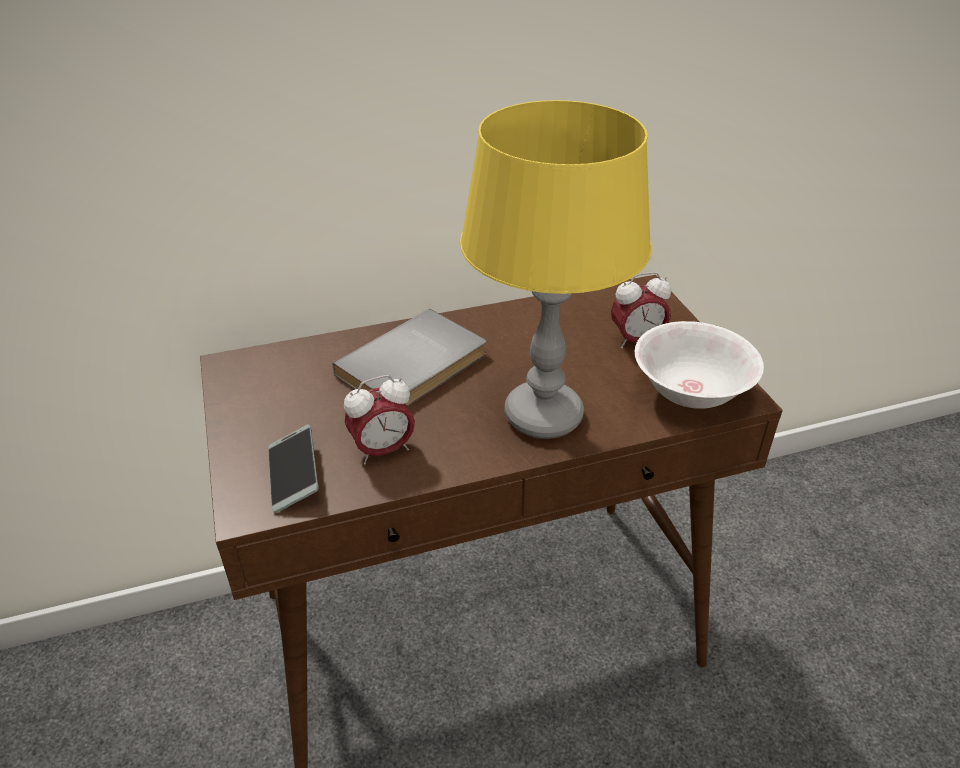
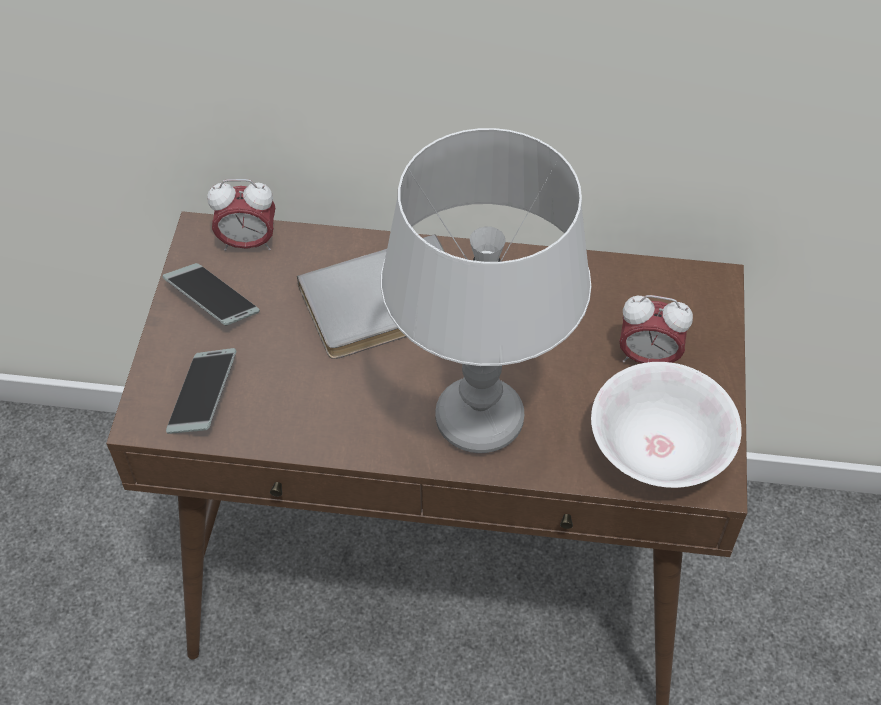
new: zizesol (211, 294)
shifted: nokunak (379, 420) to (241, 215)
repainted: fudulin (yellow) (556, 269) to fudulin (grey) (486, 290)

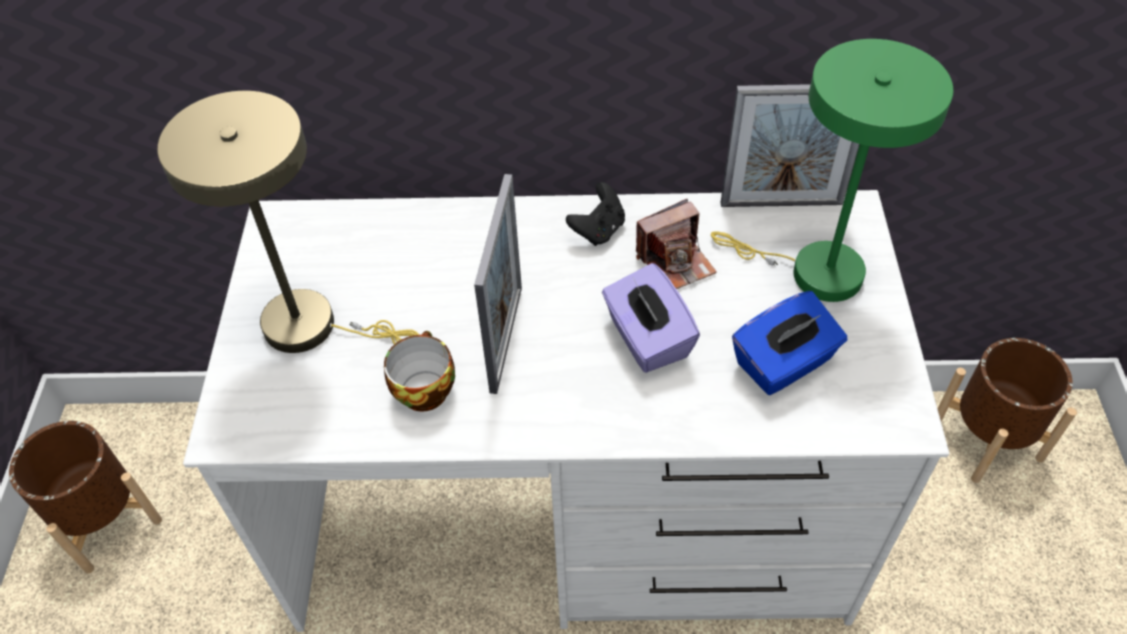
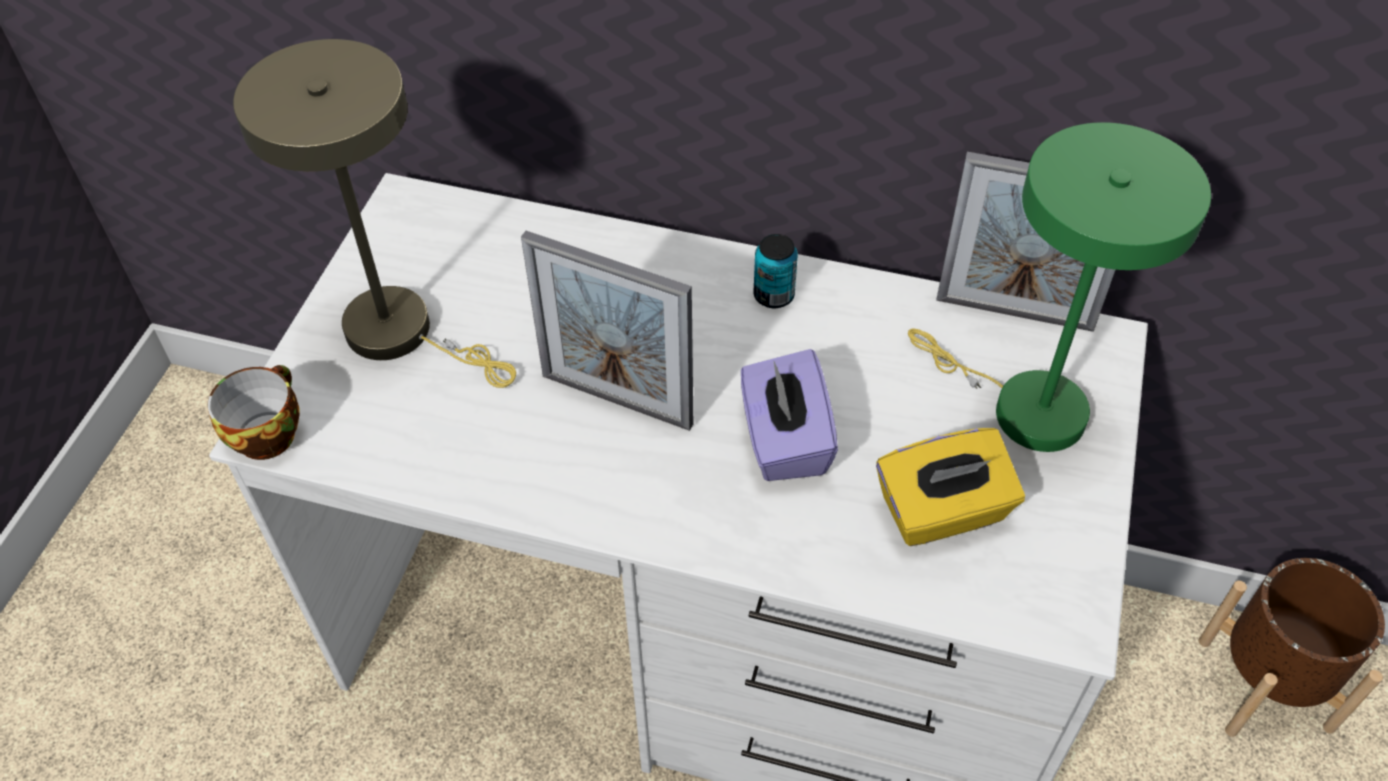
gone: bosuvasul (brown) (85, 497); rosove (676, 244)
shifted: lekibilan (419, 371) to (254, 412)
swapped: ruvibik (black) (595, 214) to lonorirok (775, 271)
repainted: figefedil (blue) (789, 343) to figefedil (yellow) (950, 487)
rotated: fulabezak (498, 284) = (607, 331) 90 degrees clockwise

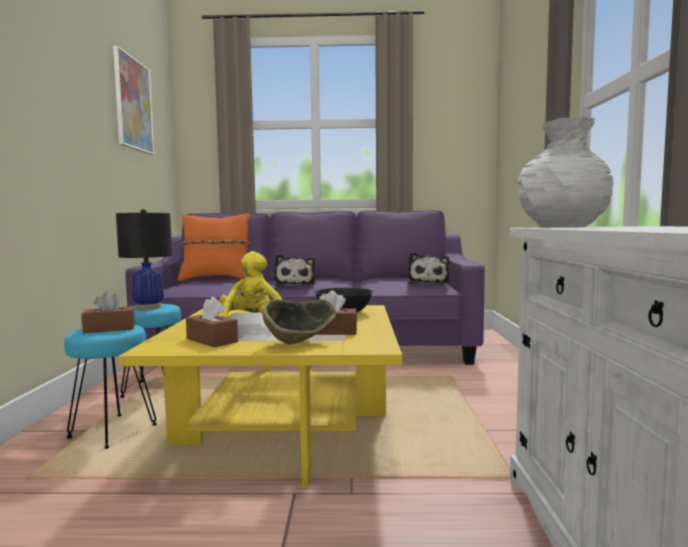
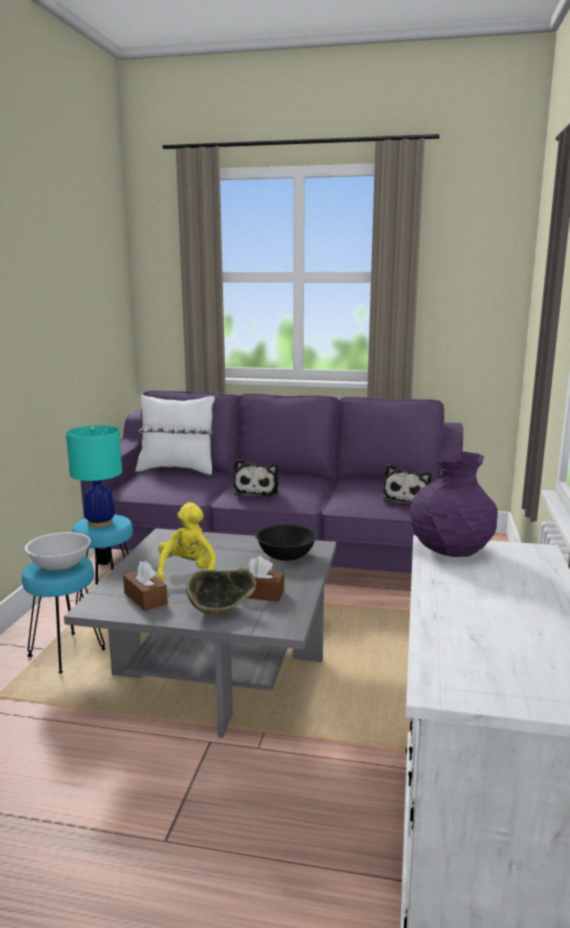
gone: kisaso (133, 100)
swapped: figefedil (brown) (108, 312) to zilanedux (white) (58, 551)
repainted: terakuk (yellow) (260, 396) to terakuk (grey) (200, 633); fudulin (black) (144, 259) to fudulin (turquoise) (94, 477); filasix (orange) (214, 247) to filasix (white) (175, 434); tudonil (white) (565, 172) to tudonil (purple) (454, 504)

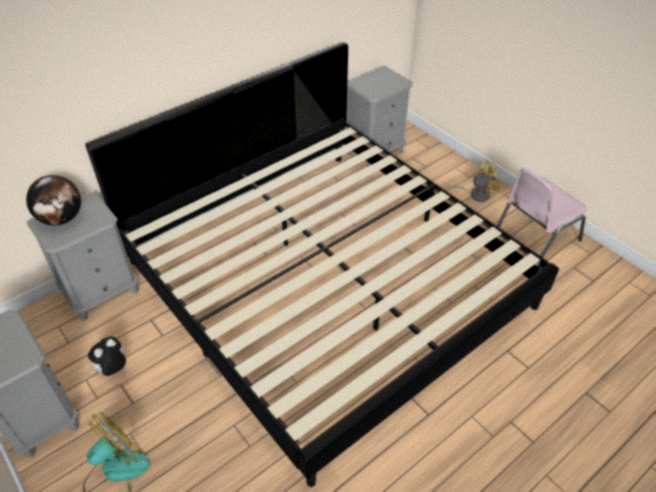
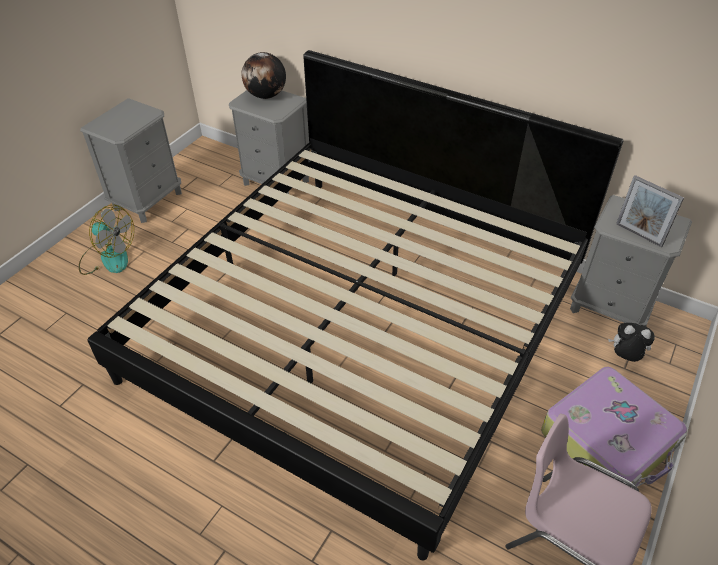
new: fulabezak (650, 211)
shifted: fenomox (107, 356) to (631, 342)
swapped: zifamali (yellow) (472, 181) to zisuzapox (614, 427)

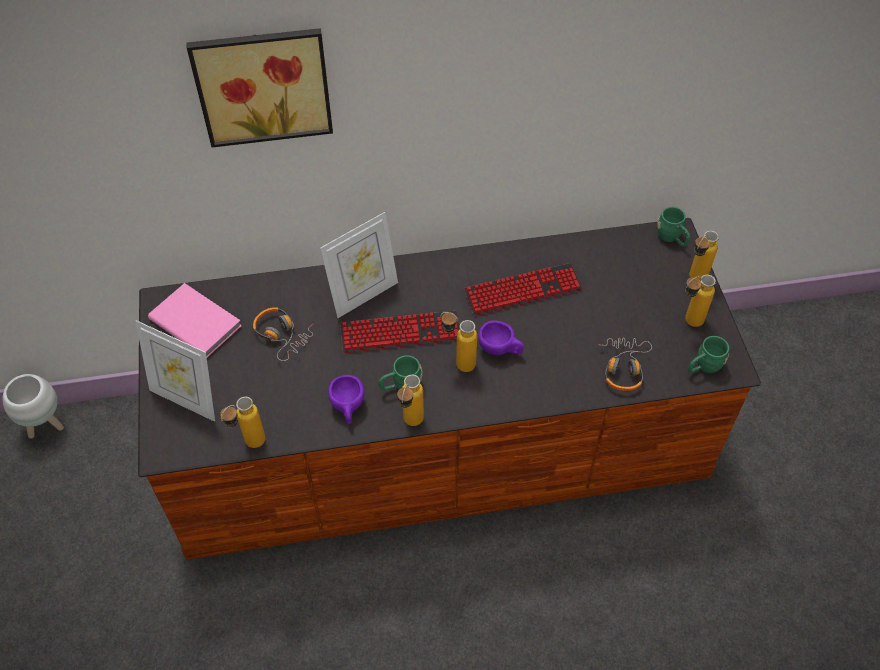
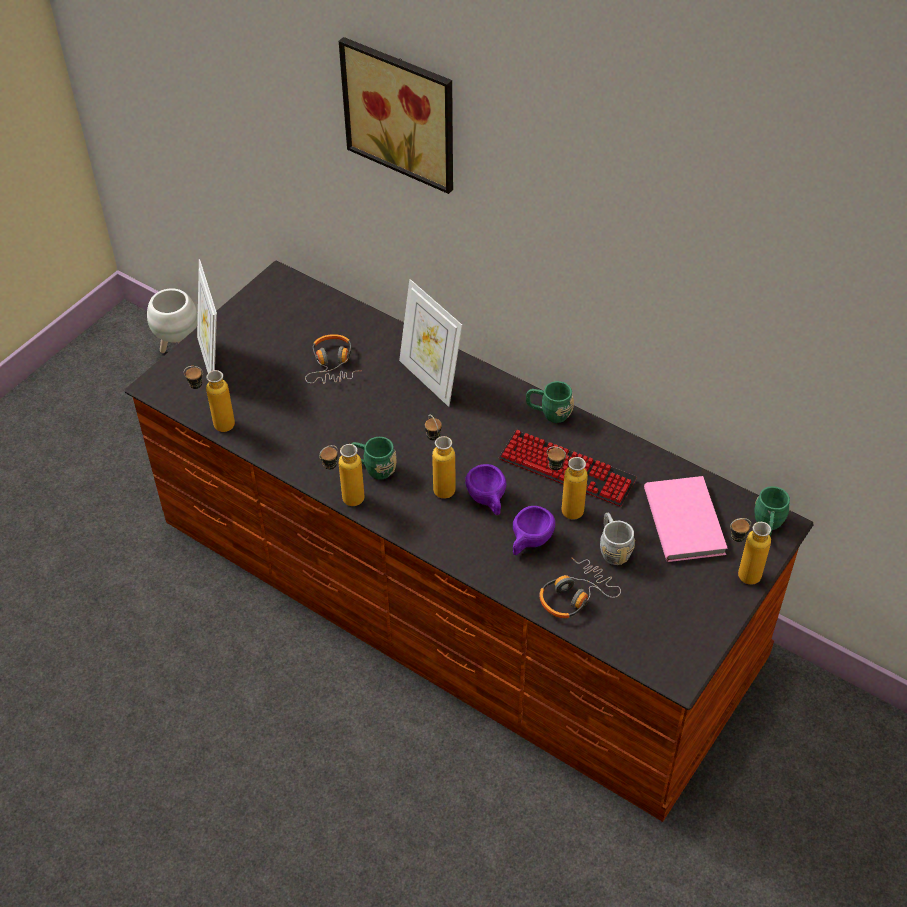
gone: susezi (400, 332)
new: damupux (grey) (617, 539)
shifted: lekibilan (purple) (346, 399) to (534, 530); damupux (green) (708, 354) to (550, 402); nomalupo (700, 301) to (567, 483); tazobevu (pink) (195, 320) to (686, 519)
rotated: fulabezak (359, 265) = (430, 343) 45 degrees clockwise

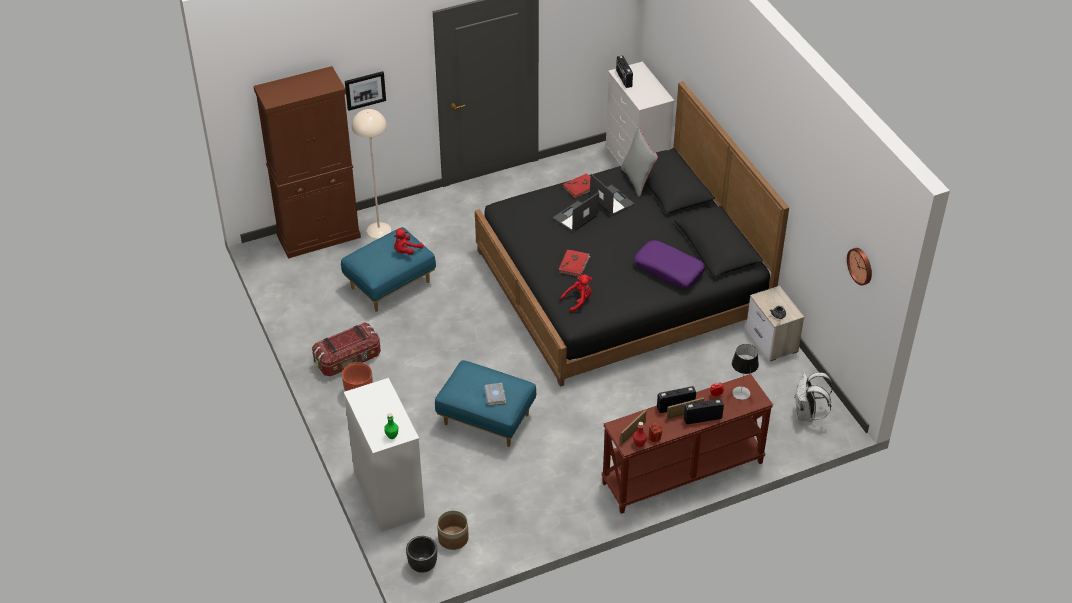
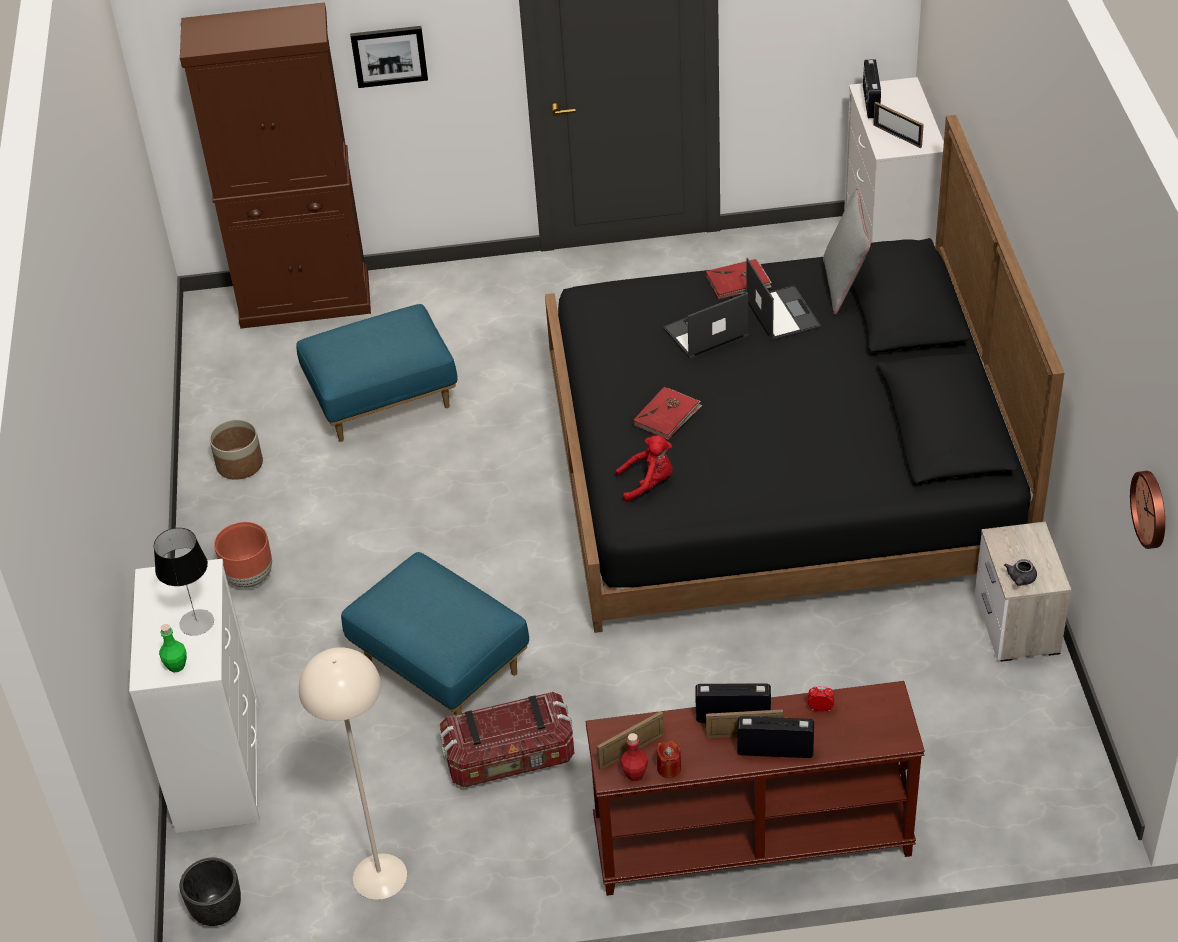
gone: fenomox (red) (408, 242); tazobevu (grey) (495, 394); filasix (purple) (669, 264); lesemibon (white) (813, 397)
new: fulabezak (898, 125)
shifted: fudulin (745, 372) to (184, 582); bosuvasul (453, 530) to (236, 449); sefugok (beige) (371, 174) to (353, 773); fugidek (346, 349) to (507, 739)

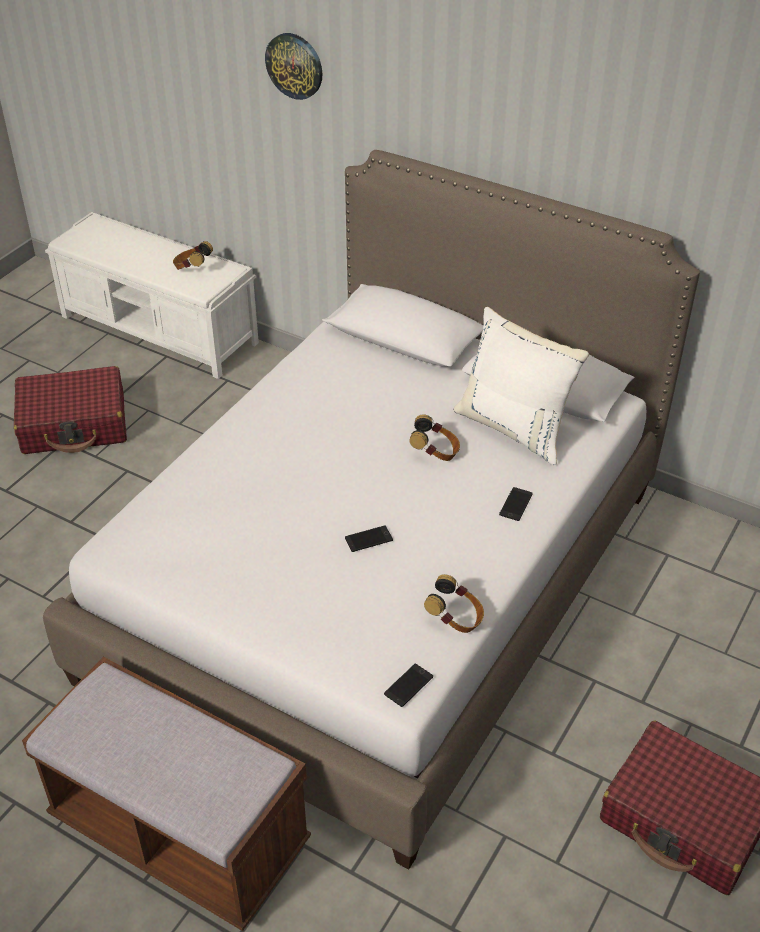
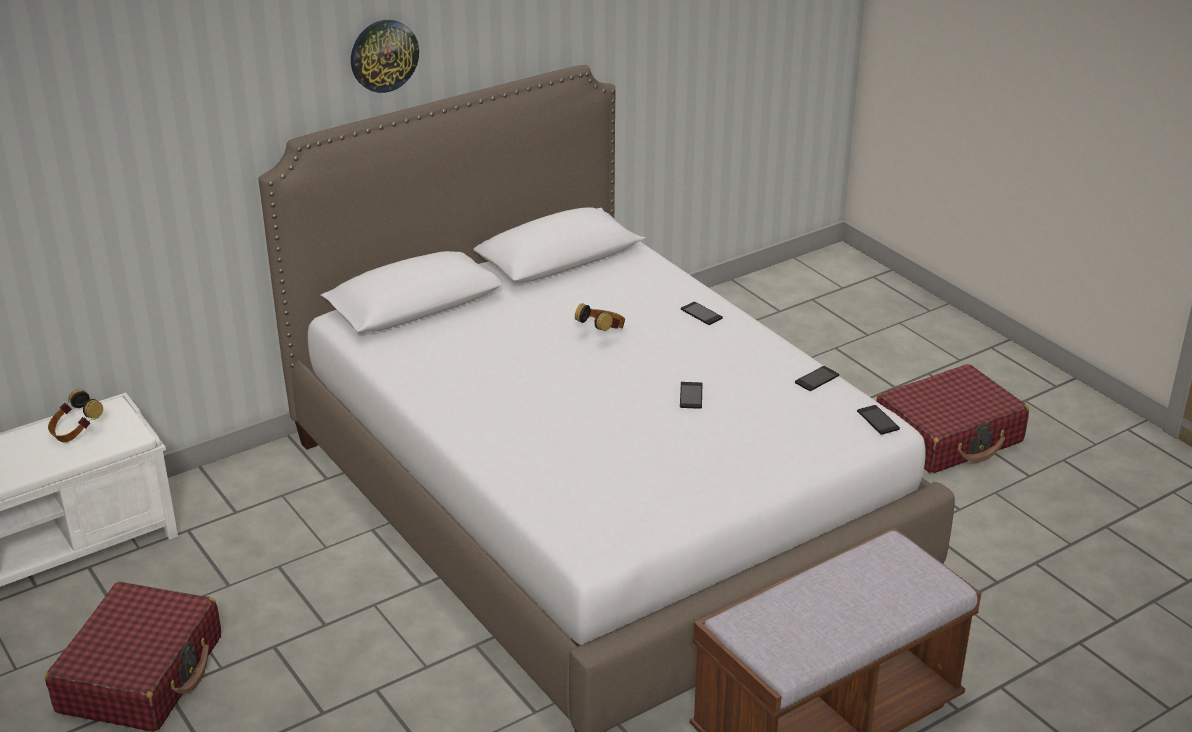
gone: filasix (white) (521, 386)
shifted: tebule (294, 66) to (385, 56)
swapped: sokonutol (454, 603) to zizesol (817, 378)

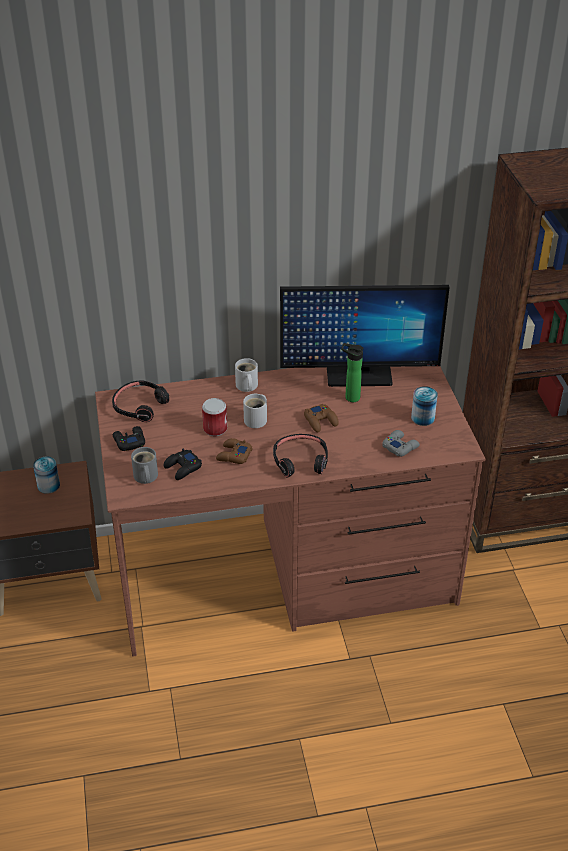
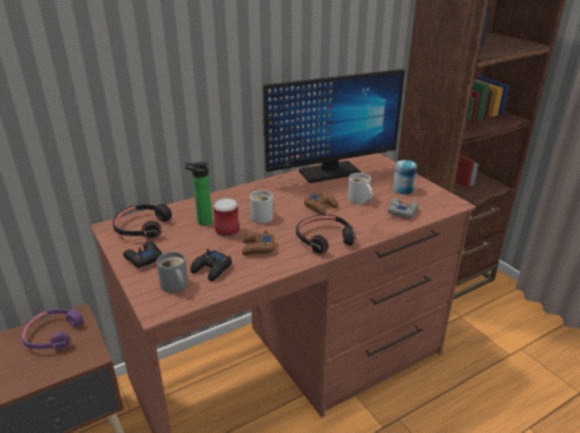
shifted: nomalupo (352, 372) to (199, 194); damupux (white) (246, 375) to (360, 188)
swapped: lonorirok (46, 475) to sokonutol (purple) (52, 329)

